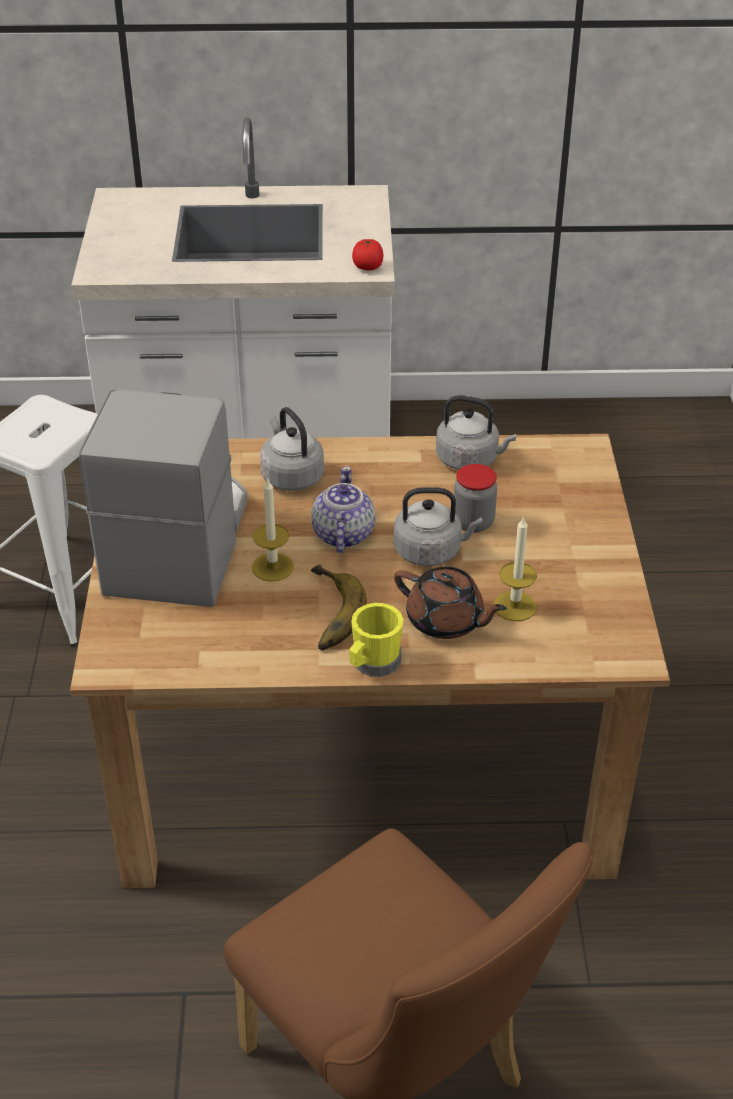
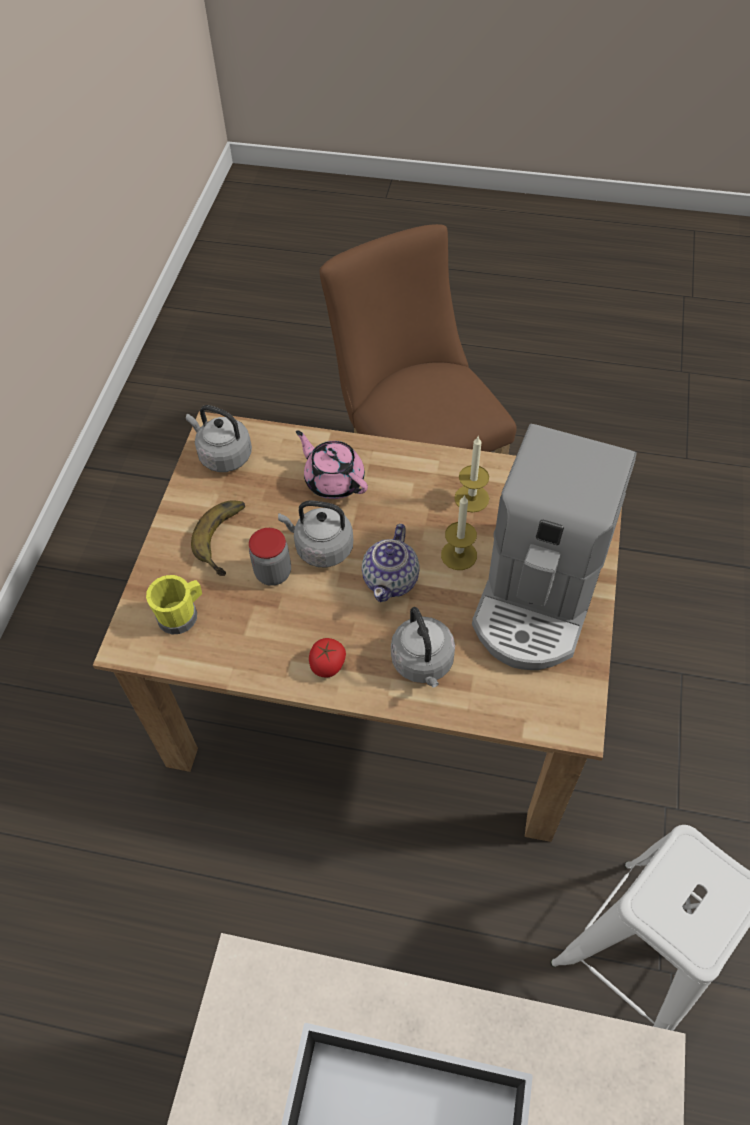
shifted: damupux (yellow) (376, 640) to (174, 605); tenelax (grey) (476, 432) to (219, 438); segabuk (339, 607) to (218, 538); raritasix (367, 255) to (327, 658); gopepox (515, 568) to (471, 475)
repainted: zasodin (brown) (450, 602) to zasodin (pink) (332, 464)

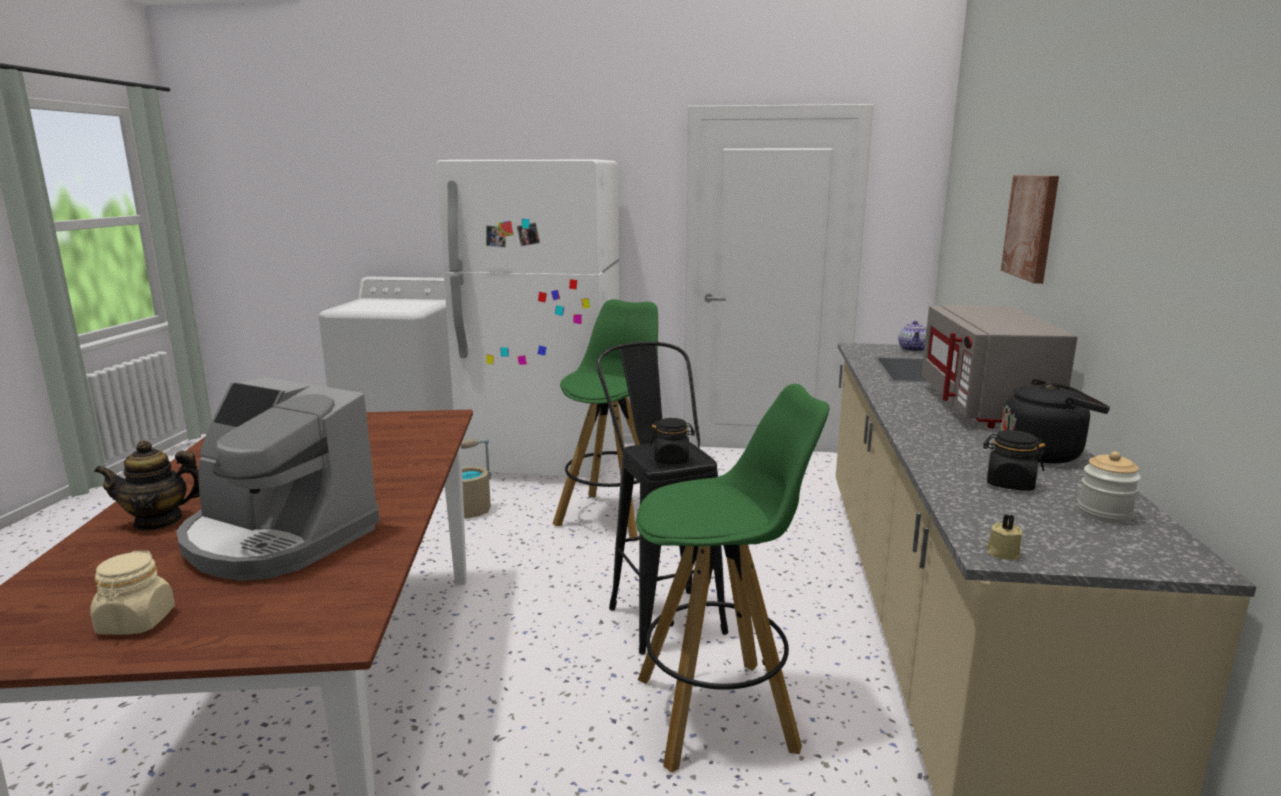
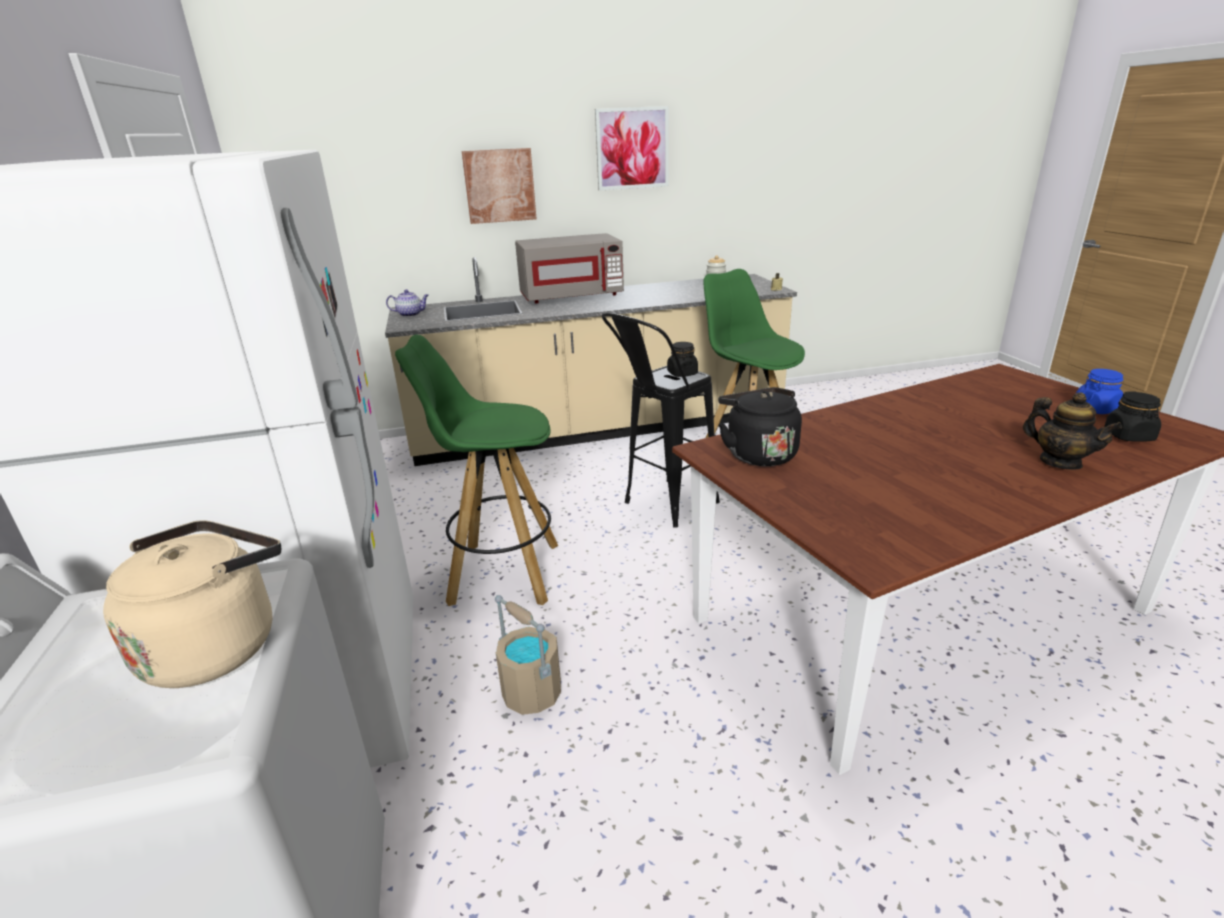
gone: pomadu (277, 479)
new: tenelax (beige) (192, 604); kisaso (632, 148)
shifted: tenelax (black) (1055, 421) to (760, 426); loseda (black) (1014, 460) to (1132, 417)
repainted: loseda (beige) (132, 593) to loseda (blue) (1099, 391)

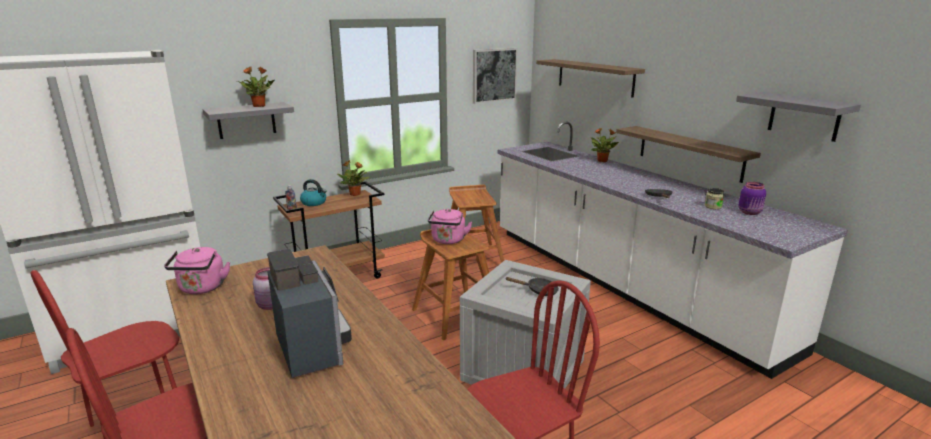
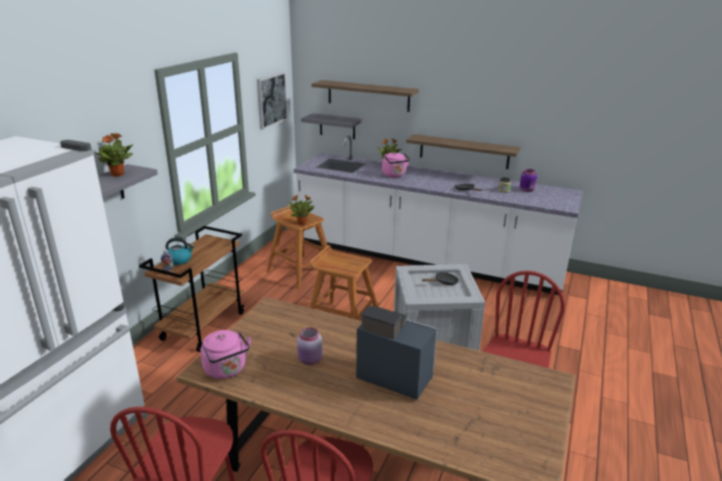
shifted: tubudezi (353, 178) to (302, 210); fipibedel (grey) (798, 117) to (332, 126); tenelax (pink) (450, 226) to (396, 164)

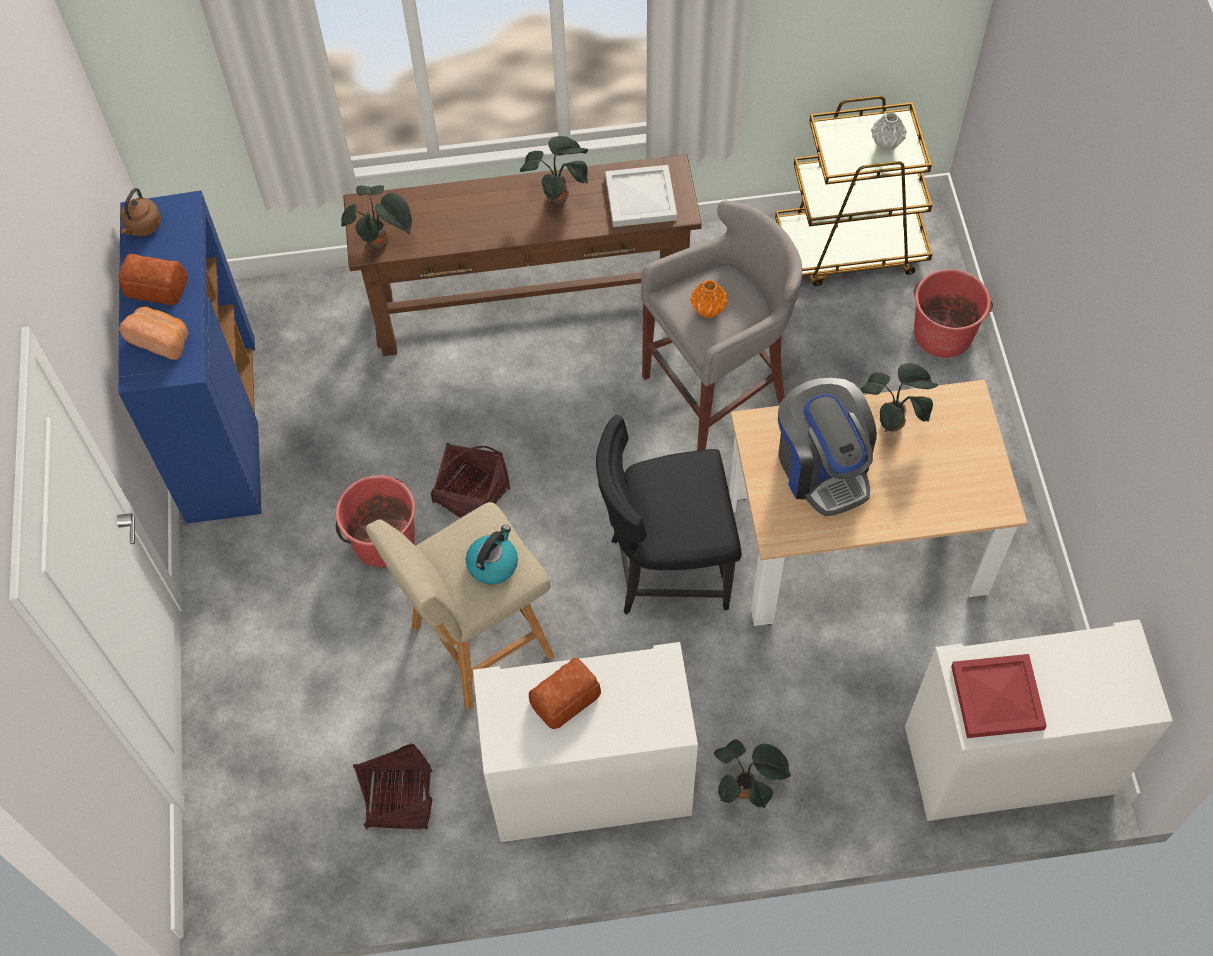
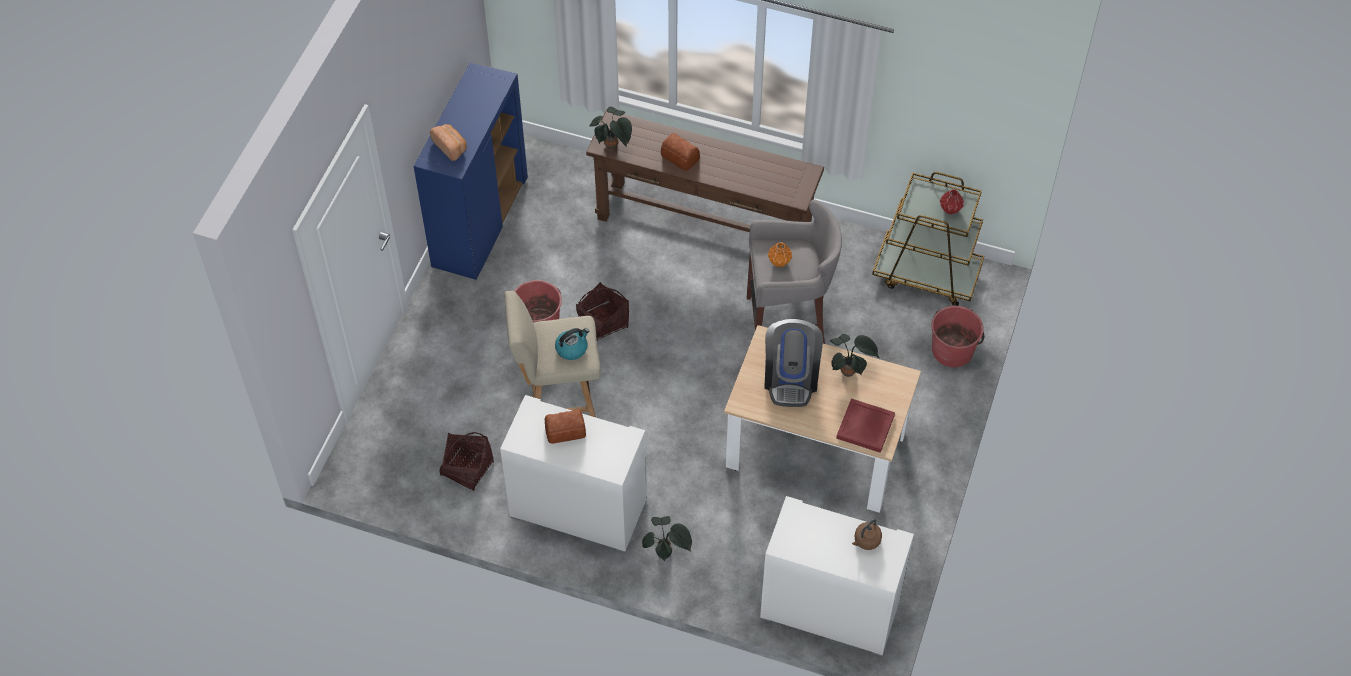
gone: tubudezi (554, 170); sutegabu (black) (669, 514); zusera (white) (641, 196)
shifted: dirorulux (153, 279) to (680, 152); zusera (red) (999, 696) to (865, 426); tenelax (brown) (140, 212) to (867, 534)
repainted: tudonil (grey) (889, 131) to tudonil (red) (952, 201)

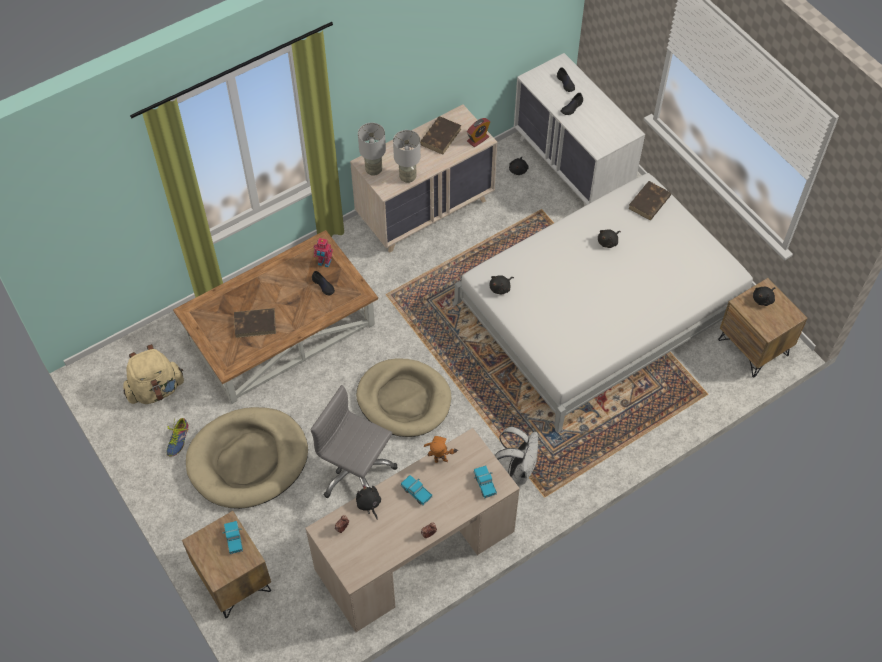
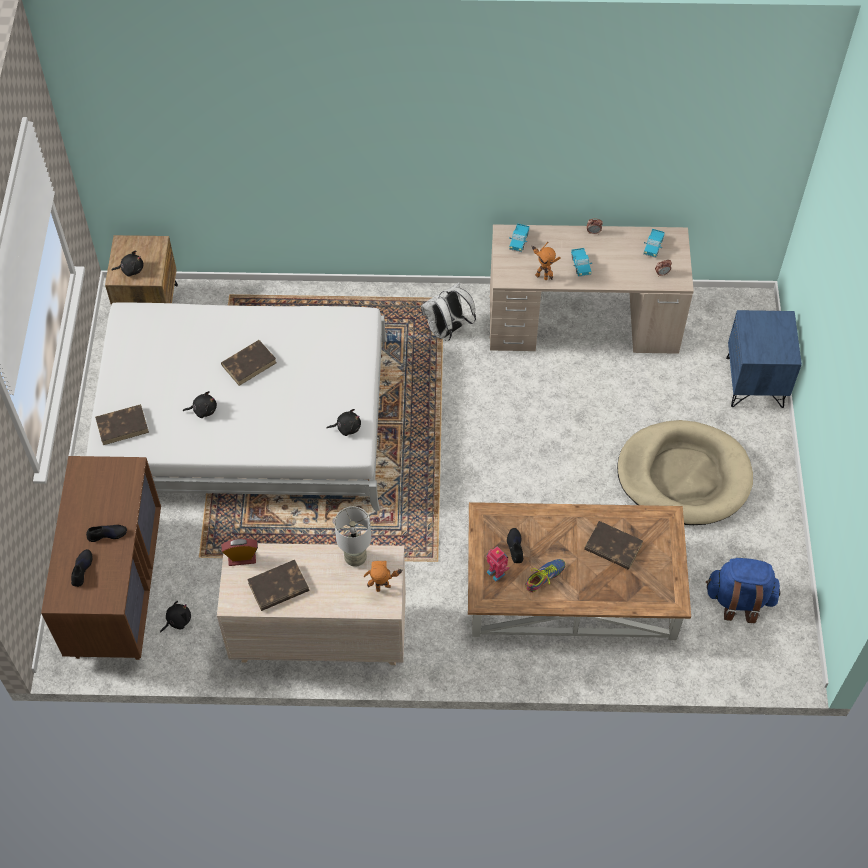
gone: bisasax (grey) (353, 441); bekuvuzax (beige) (403, 397); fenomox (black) (368, 502)
new: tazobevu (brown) (249, 363)
shifted: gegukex (177, 437) to (545, 576); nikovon (233, 537) to (654, 243)
swapped: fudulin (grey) (372, 149) to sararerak (383, 576)
repainted: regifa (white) (579, 129) to regifa (brown) (101, 558); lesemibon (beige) (153, 374) to lesemibon (blue) (743, 590); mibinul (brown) (226, 564) to mibinul (blue) (764, 359)

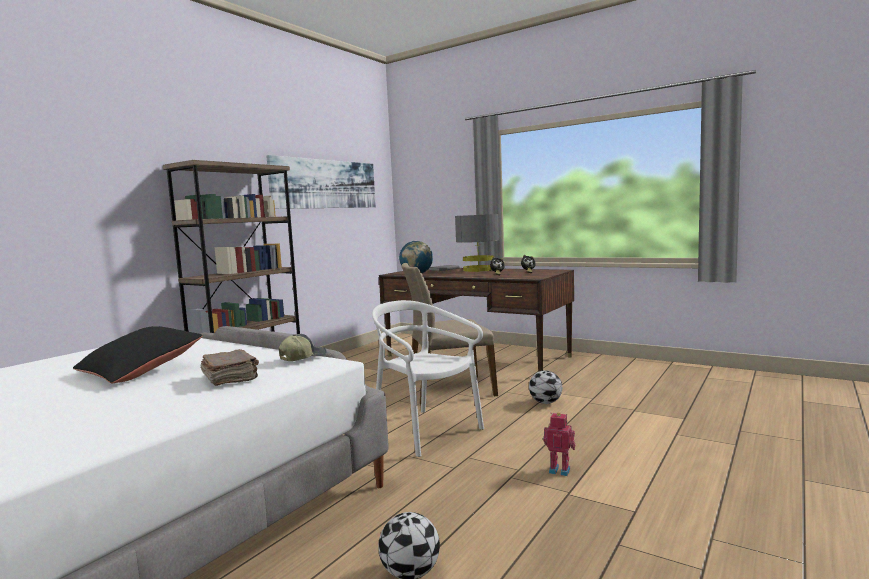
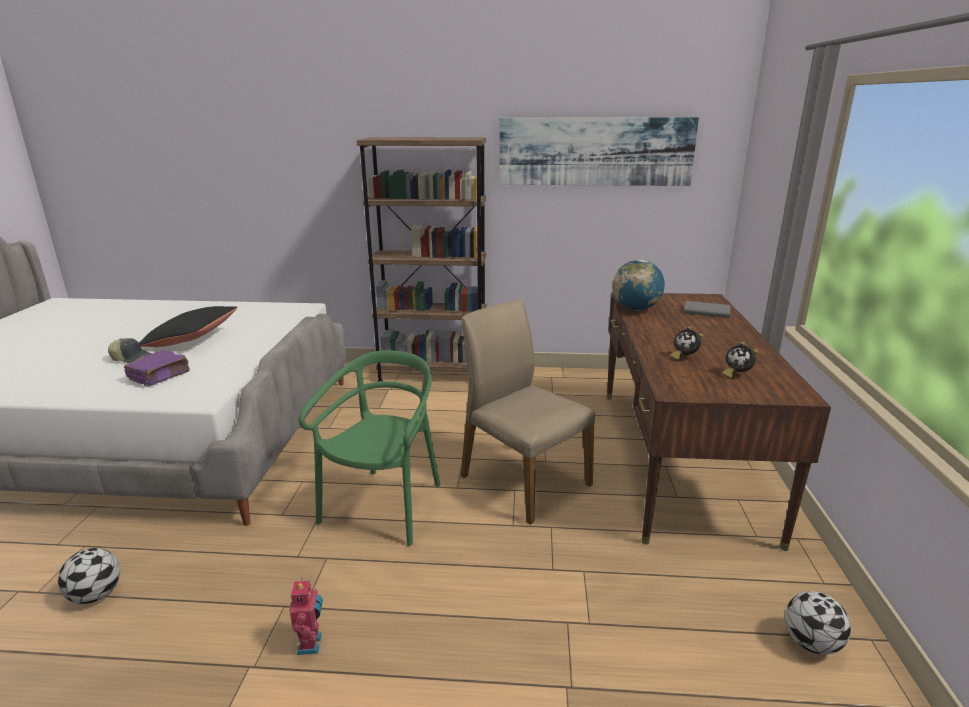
gone: fudulin (grey) (477, 243)
shifted: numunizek (302, 347) to (130, 350); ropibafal (545, 387) to (818, 623)
repainted: tazobevu (brown) (229, 367) to tazobevu (purple) (157, 368); sutegabu (white) (428, 378) to sutegabu (green) (369, 448)

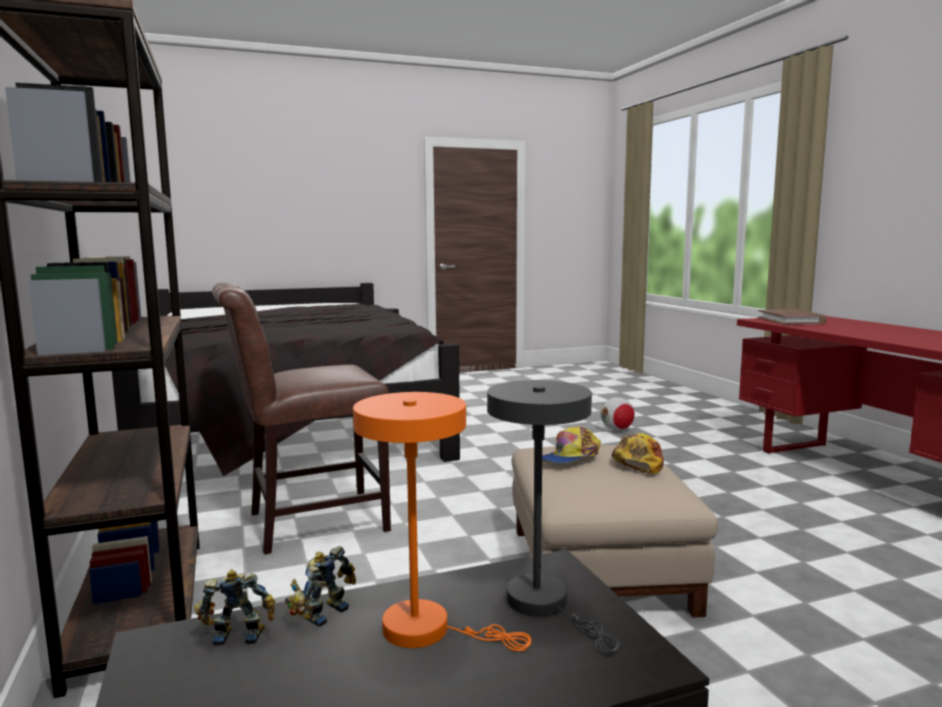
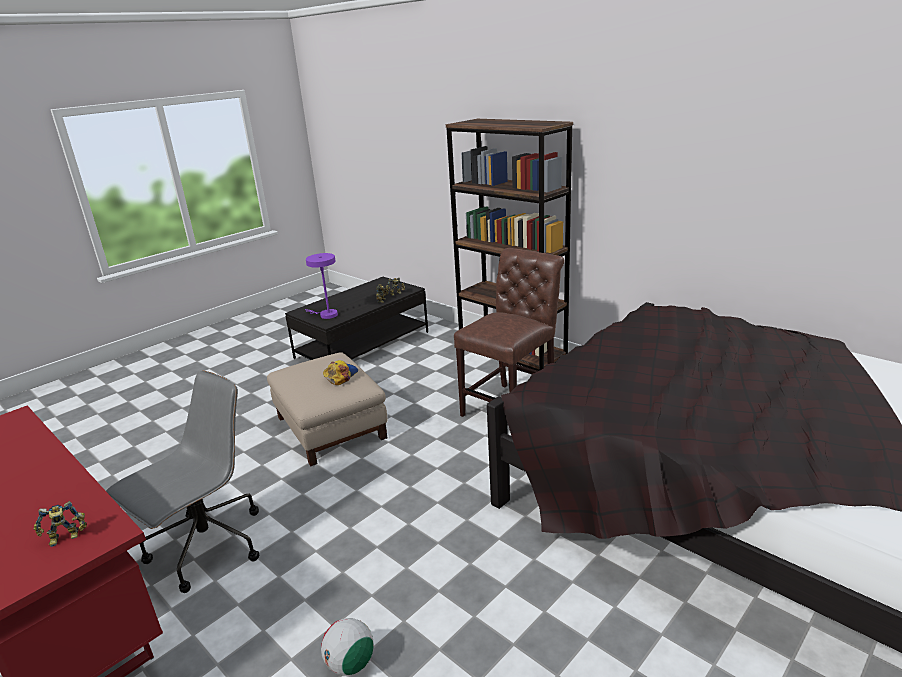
gone: fudulin (orange) (442, 521); numunizek (638, 453)
new: bisasax (grey) (182, 482)
swapped: tazobevu (brown) (792, 317) to sararerak (60, 524)
repainted: fudulin (grey) (553, 517) to fudulin (purple) (321, 286)

